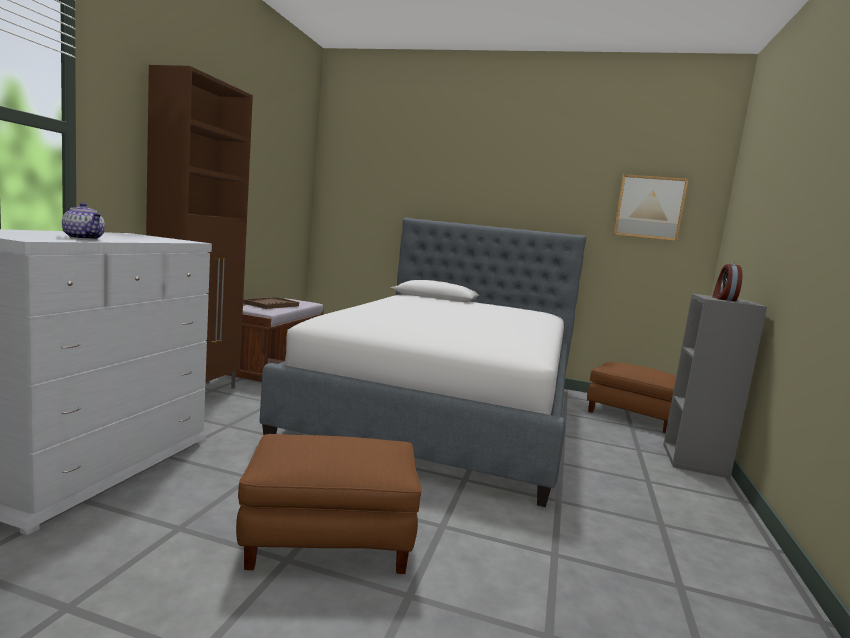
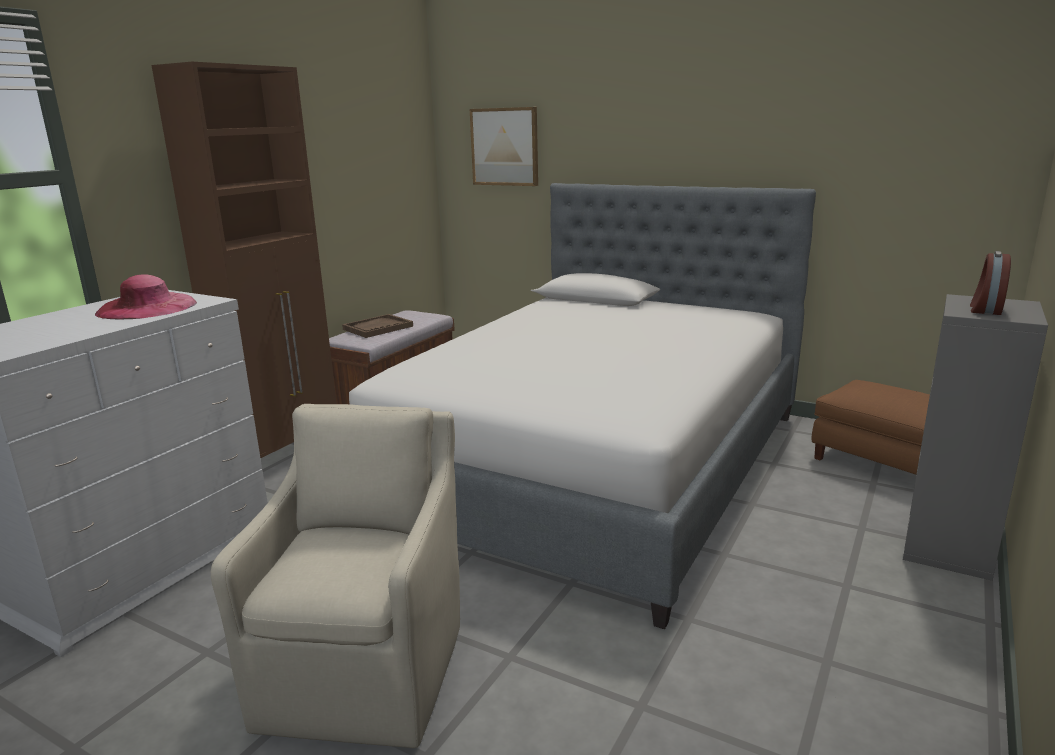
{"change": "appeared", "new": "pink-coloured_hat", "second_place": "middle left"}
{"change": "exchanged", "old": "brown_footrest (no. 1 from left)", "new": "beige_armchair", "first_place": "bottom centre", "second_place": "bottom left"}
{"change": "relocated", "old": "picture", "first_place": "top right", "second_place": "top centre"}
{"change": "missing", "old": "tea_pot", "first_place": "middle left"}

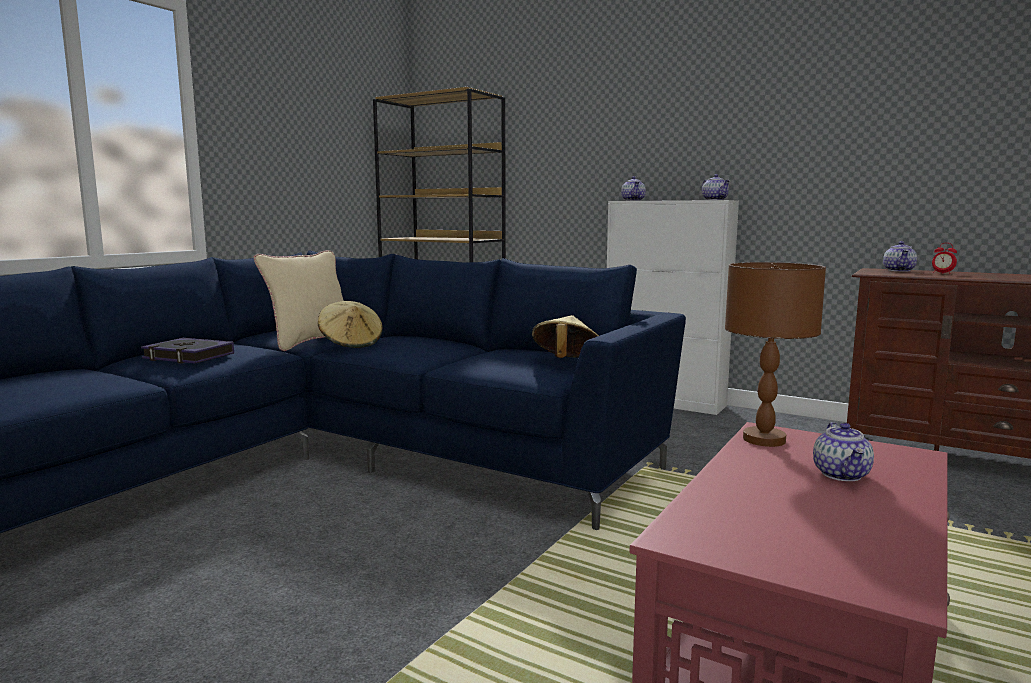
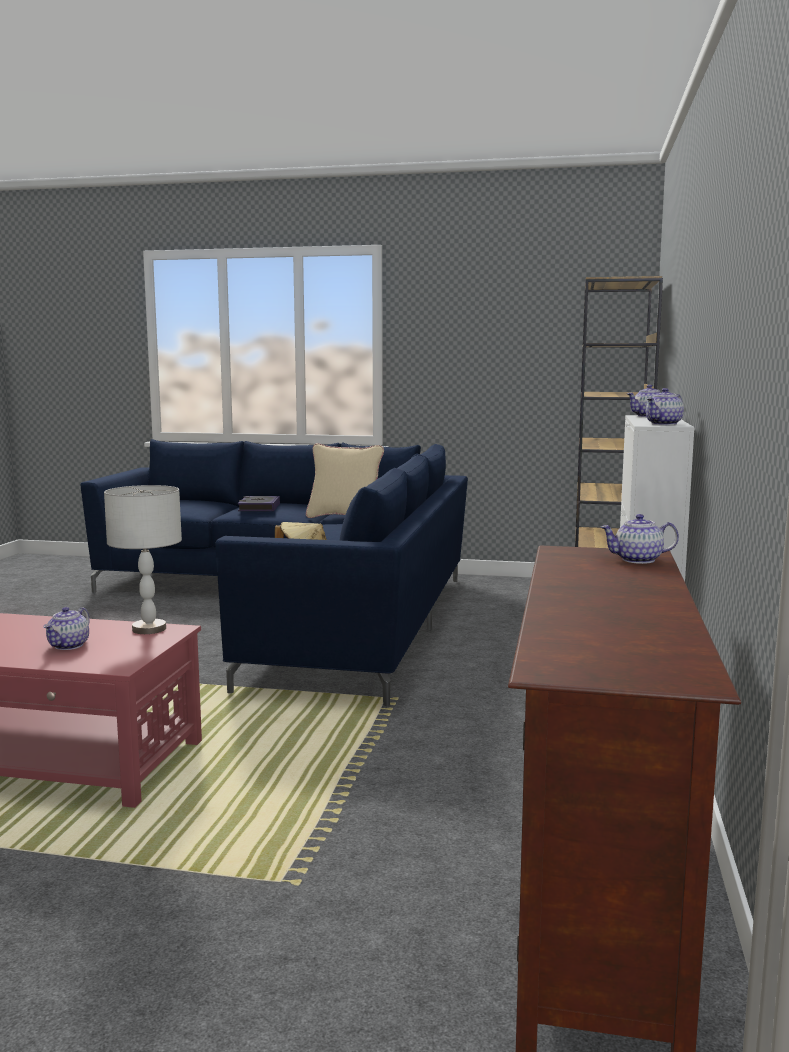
{"change": "spun", "old": "tea_pot (no. 3 from left in the first image)", "first_place": "middle right", "second_place": "middle left", "degrees": -60}
{"change": "colour", "old": "brown_lamp_for_a_table", "new": "grey_lamp_for_a_table", "first_place": "middle right", "second_place": "middle left"}
{"change": "missing", "old": "beige_hat (no. 1 from left)", "first_place": "centre"}
{"change": "missing", "old": "table_clock", "first_place": "middle right"}

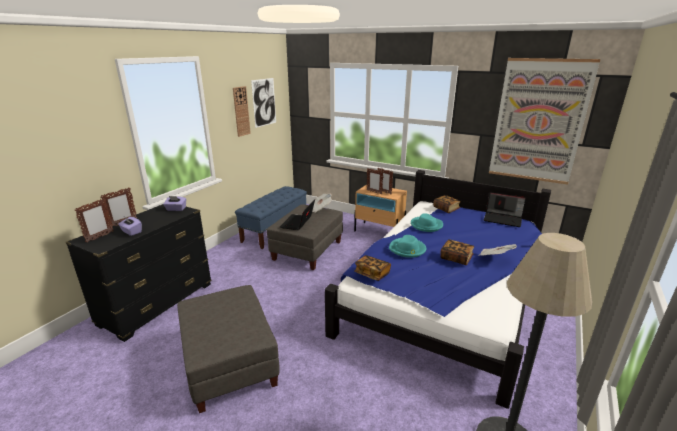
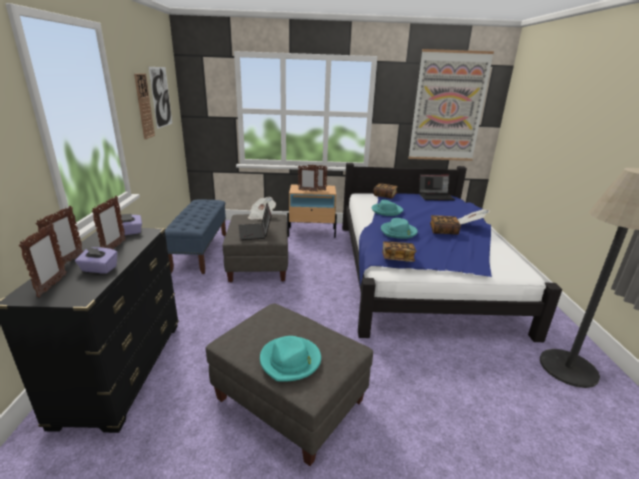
{"change": "appeared", "new": "picture_frame (no. 3 from left)", "second_place": "middle left"}
{"change": "appeared", "new": "turquoise_hat (no. 1 from left)", "second_place": "bottom centre"}

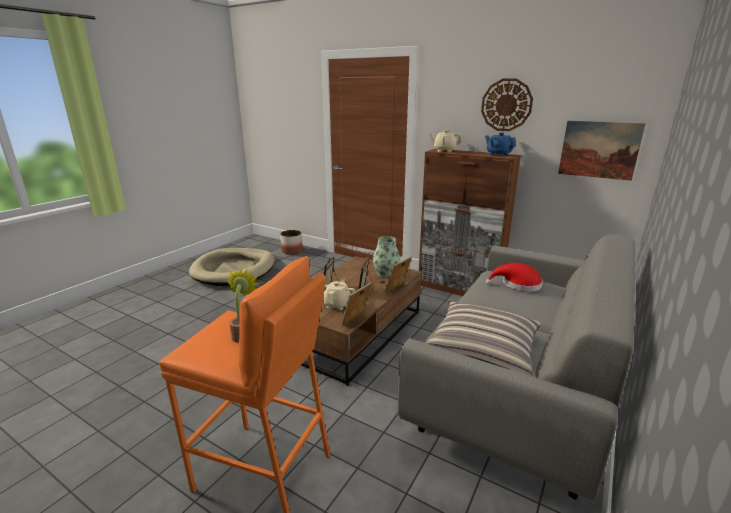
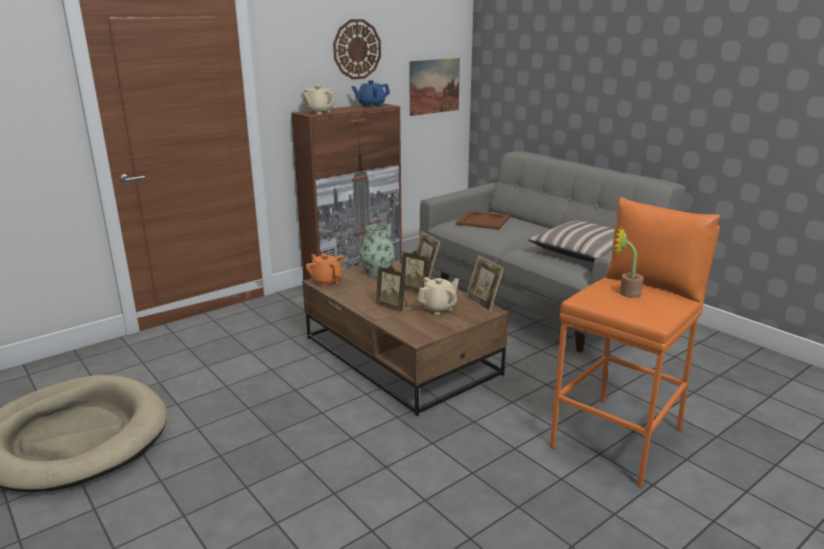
{"change": "appeared", "new": "orange-coloured_tea_pot", "second_place": "centre"}
{"change": "spun", "old": "beige_tea_pot (no. 1 from left in the first image)", "first_place": "centre", "second_place": "centre", "degrees": 105}
{"change": "exchanged", "old": "reddish_hat", "new": "brown_carrying_tray", "first_place": "middle right", "second_place": "centre"}
{"change": "missing", "old": "plant_pot", "first_place": "centre"}

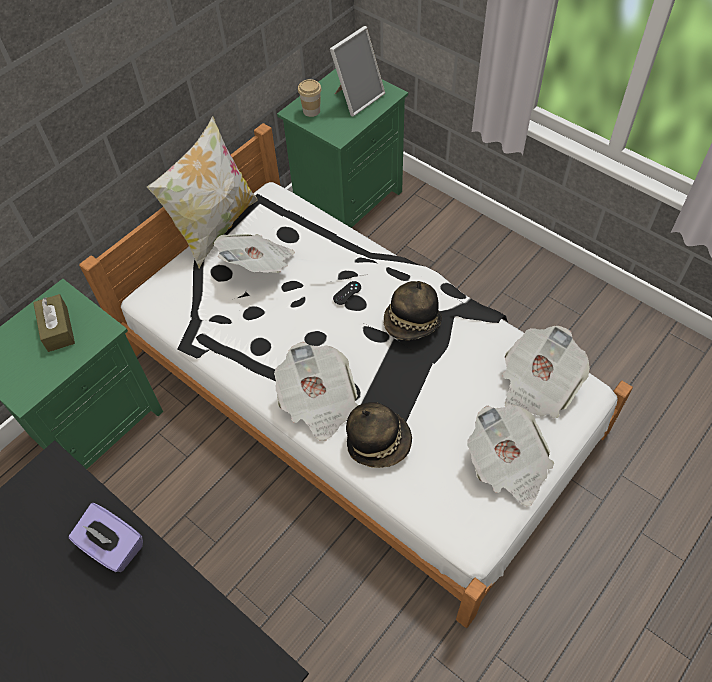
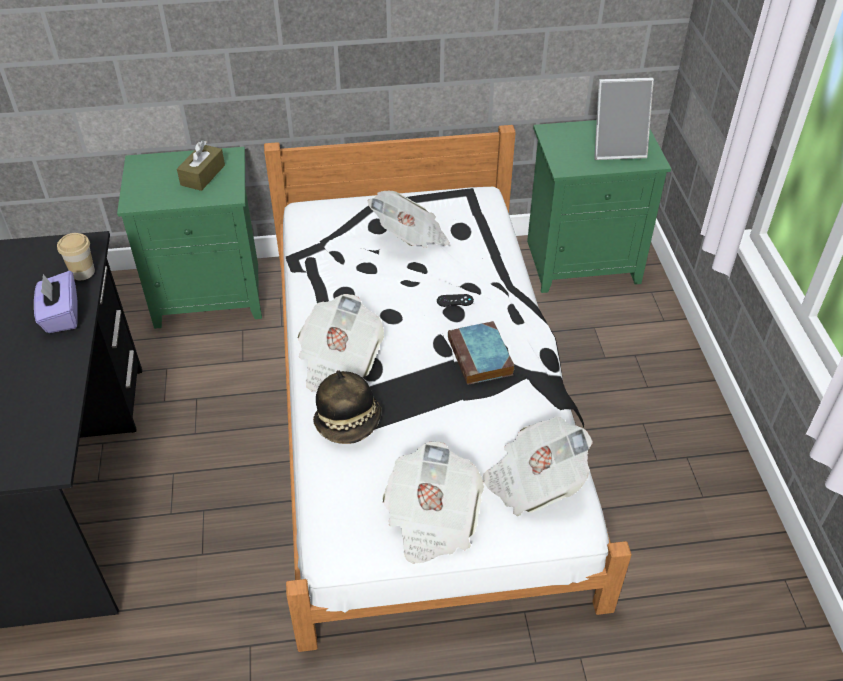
{"change": "relocated", "old": "drinking_cup", "first_place": "top centre", "second_place": "middle left"}
{"change": "exchanged", "old": "hat (no. 2 from left)", "new": "bound_book", "first_place": "centre", "second_place": "centre"}
{"change": "missing", "old": "pillow", "first_place": "top left"}

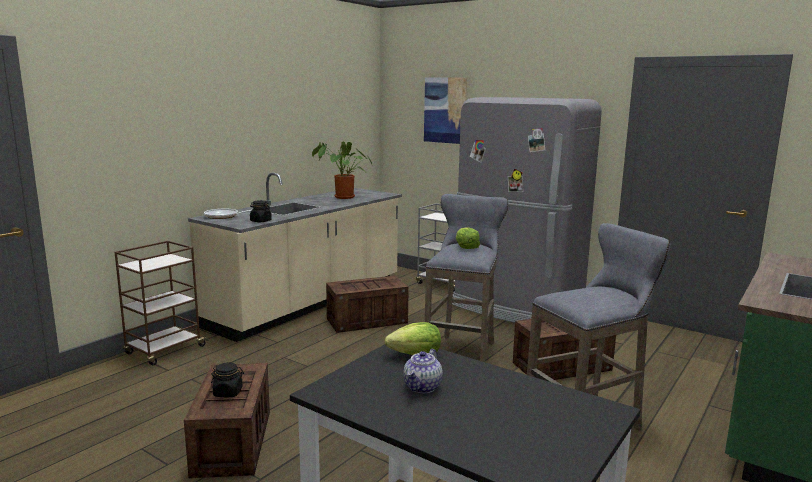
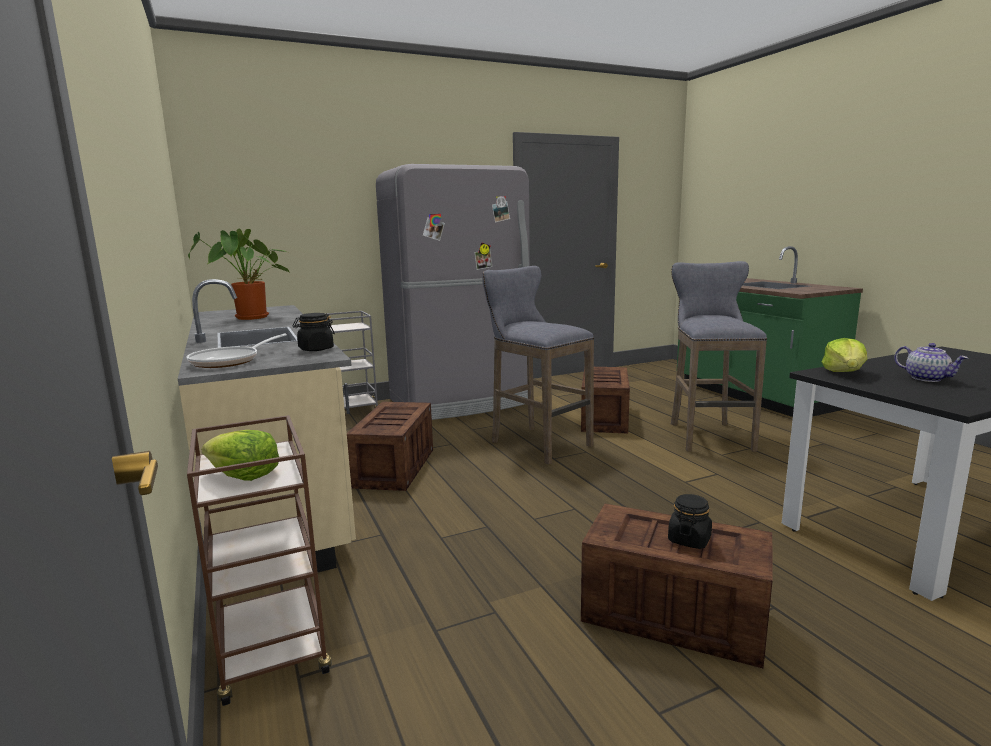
{"change": "relocated", "old": "head_of_lettuce (no. 2 from left in the first image)", "new": "head_of_lettuce (no. 1 from left)", "first_place": "centre", "second_place": "middle left"}
{"change": "missing", "old": "picture", "first_place": "top centre"}

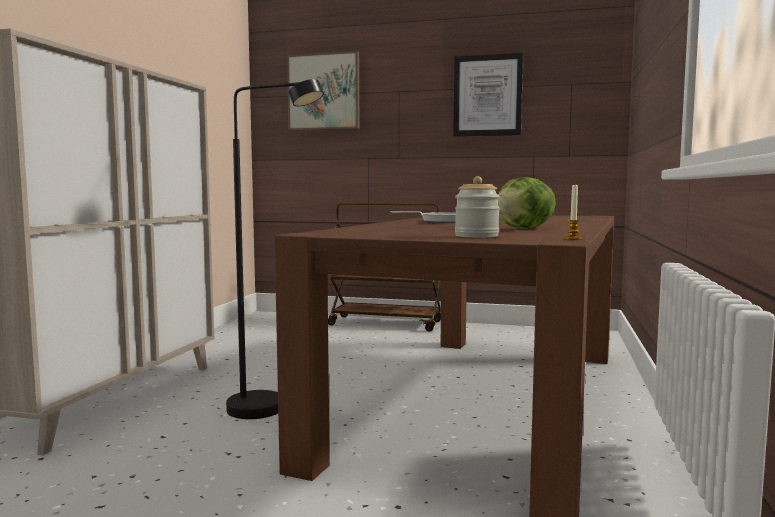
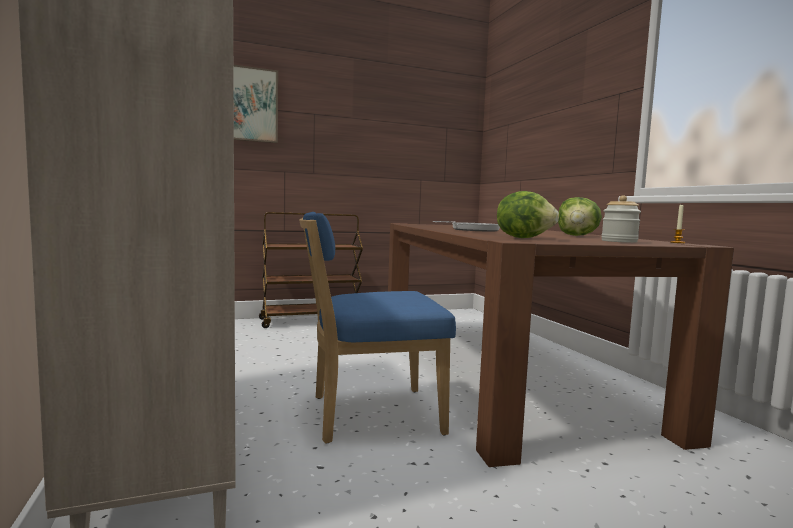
{"change": "exchanged", "old": "blackish_floor_lamp", "new": "blue-coloured_chair", "first_place": "centre", "second_place": "centre"}
{"change": "appeared", "new": "head_of_lettuce (no. 1 from left)", "second_place": "centre"}
{"change": "missing", "old": "picture (no. 2 from left)", "first_place": "top centre"}

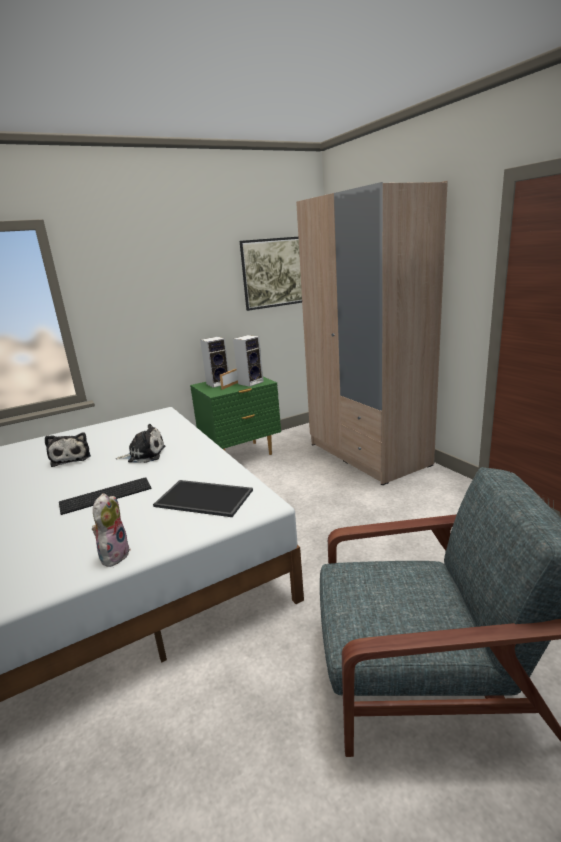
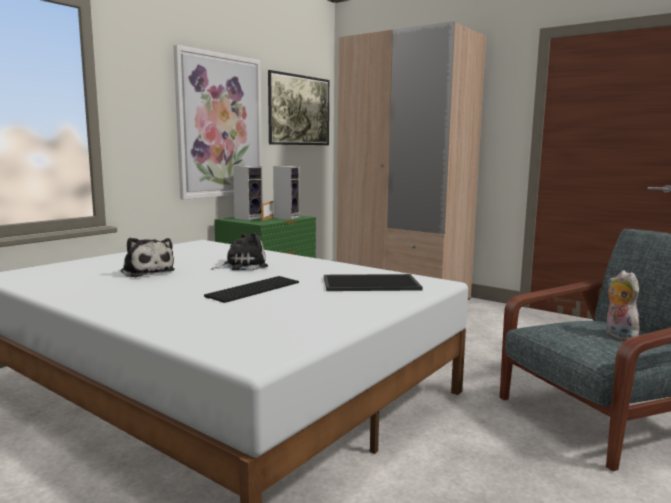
{"change": "appeared", "new": "picture (no. 1 from left)", "second_place": "top left"}
{"change": "relocated", "old": "plush_toy (no. 2 from left in the first image)", "new": "plush_toy (no. 3 from left)", "first_place": "middle left", "second_place": "middle right"}

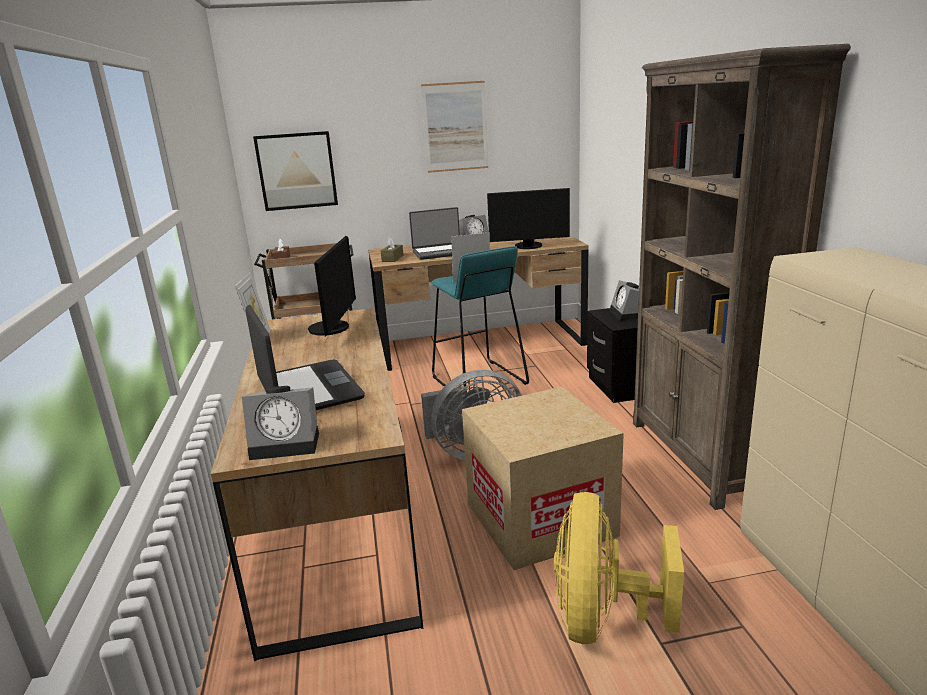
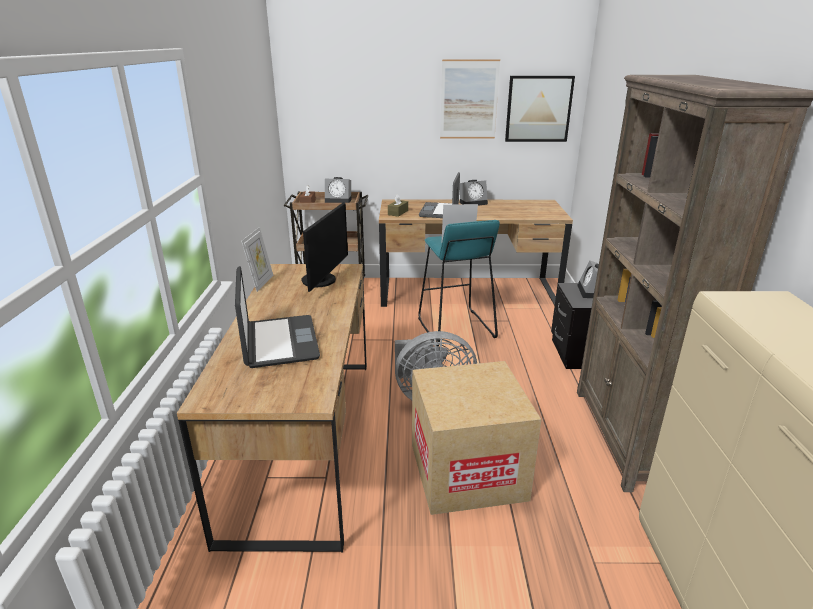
{"change": "relocated", "old": "table_clock (no. 1 from left)", "first_place": "middle left", "second_place": "top centre"}
{"change": "spun", "old": "laptop (no. 2 from left)", "first_place": "centre", "second_place": "top centre", "degrees": 105}
{"change": "relocated", "old": "picture (no. 1 from left in the first image)", "new": "picture (no. 2 from left)", "first_place": "top left", "second_place": "top centre"}
{"change": "missing", "old": "computer_screen (no. 2 from left)", "first_place": "top centre"}
{"change": "missing", "old": "yellow_fan", "first_place": "bottom right"}

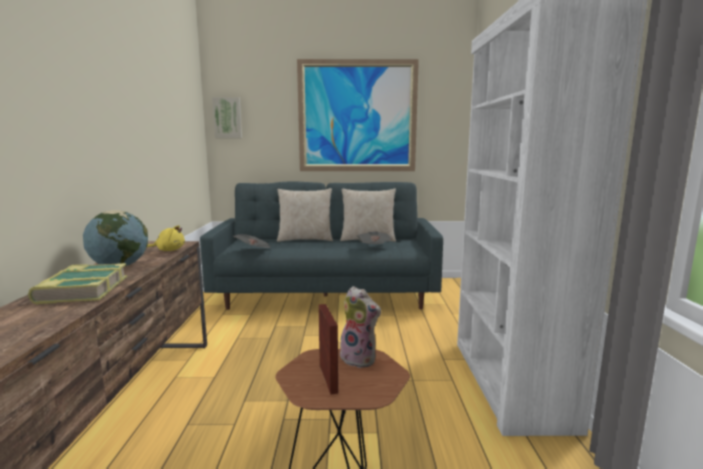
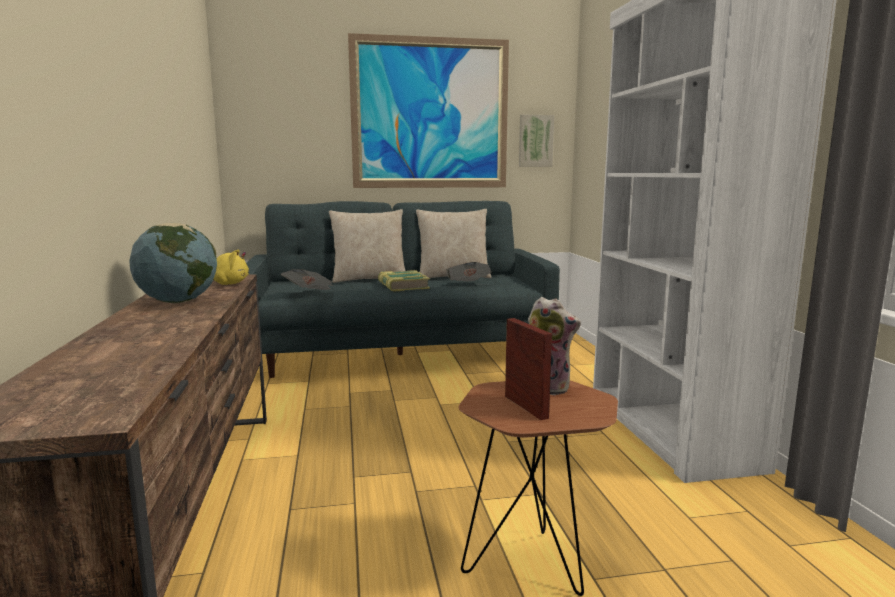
{"change": "relocated", "old": "bound_book", "first_place": "middle left", "second_place": "centre"}
{"change": "relocated", "old": "picture (no. 1 from left in the first image)", "new": "picture (no. 2 from left)", "first_place": "top left", "second_place": "top centre"}

